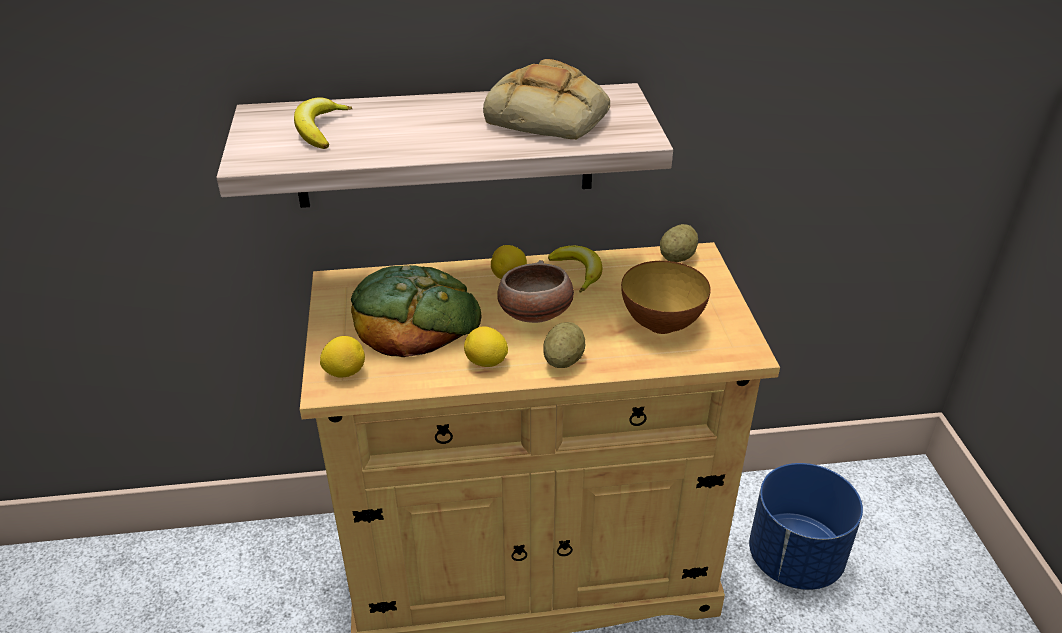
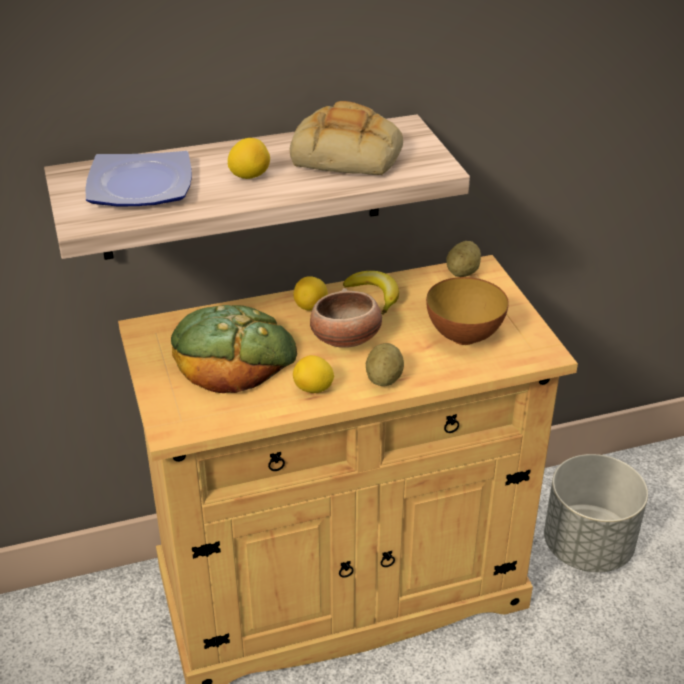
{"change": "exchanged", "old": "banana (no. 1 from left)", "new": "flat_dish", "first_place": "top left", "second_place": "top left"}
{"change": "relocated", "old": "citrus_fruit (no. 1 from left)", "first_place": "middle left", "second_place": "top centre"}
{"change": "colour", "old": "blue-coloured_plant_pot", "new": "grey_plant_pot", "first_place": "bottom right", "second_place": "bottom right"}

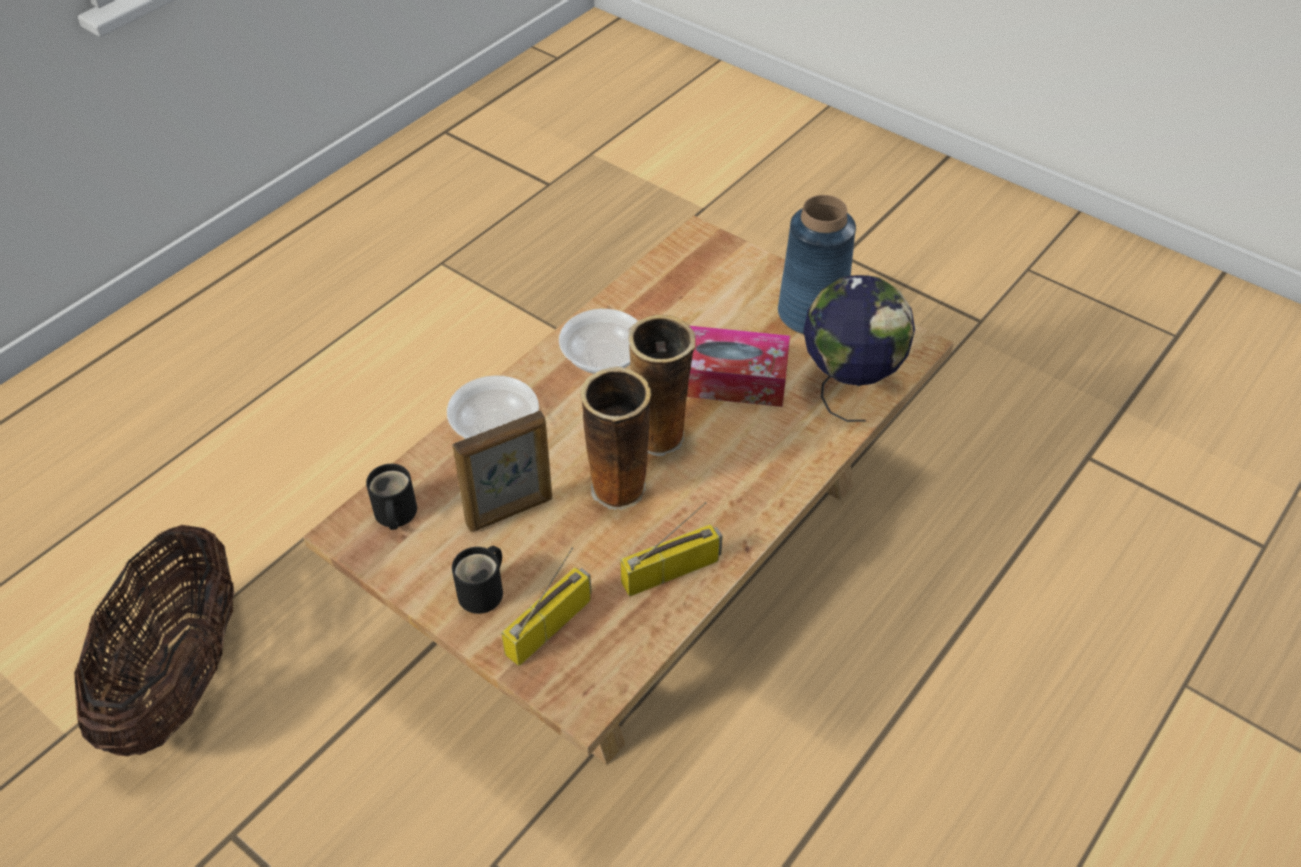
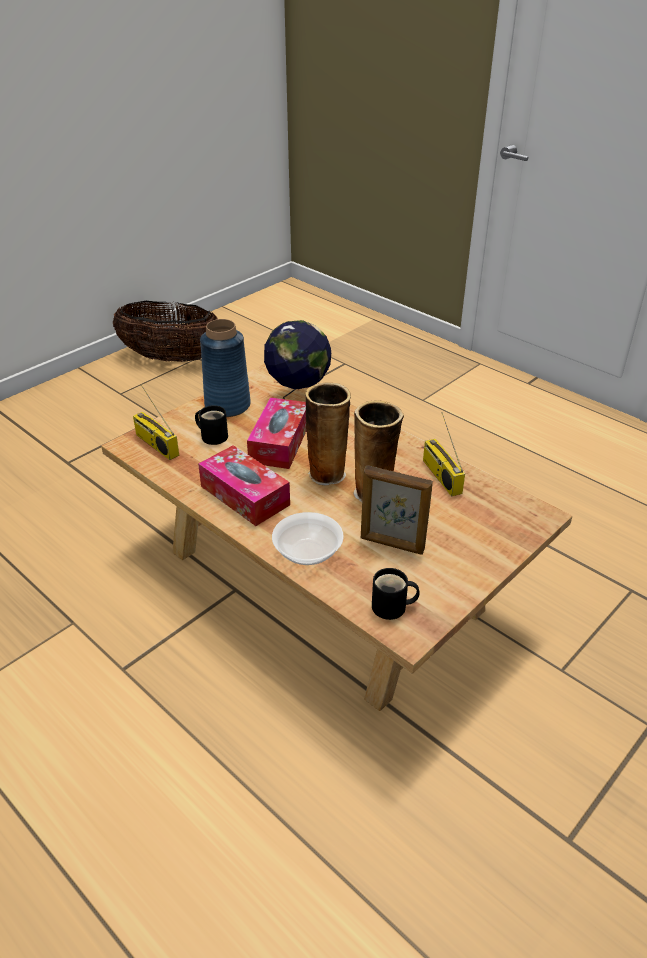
{"change": "relocated", "old": "storage_basket", "first_place": "bottom left", "second_place": "middle left"}
{"change": "relocated", "old": "radio (no. 1 from left)", "first_place": "bottom centre", "second_place": "middle left"}
{"change": "relocated", "old": "blackish_mug (no. 2 from left in the first image)", "new": "blackish_mug (no. 1 from left)", "first_place": "bottom centre", "second_place": "middle left"}
{"change": "exchanged", "old": "serving_bowl (no. 2 from left)", "new": "tissue_holder (no. 1 from left)", "first_place": "centre", "second_place": "centre"}
{"change": "spun", "old": "picture_frame", "first_place": "centre", "second_place": "centre", "degrees": 135}

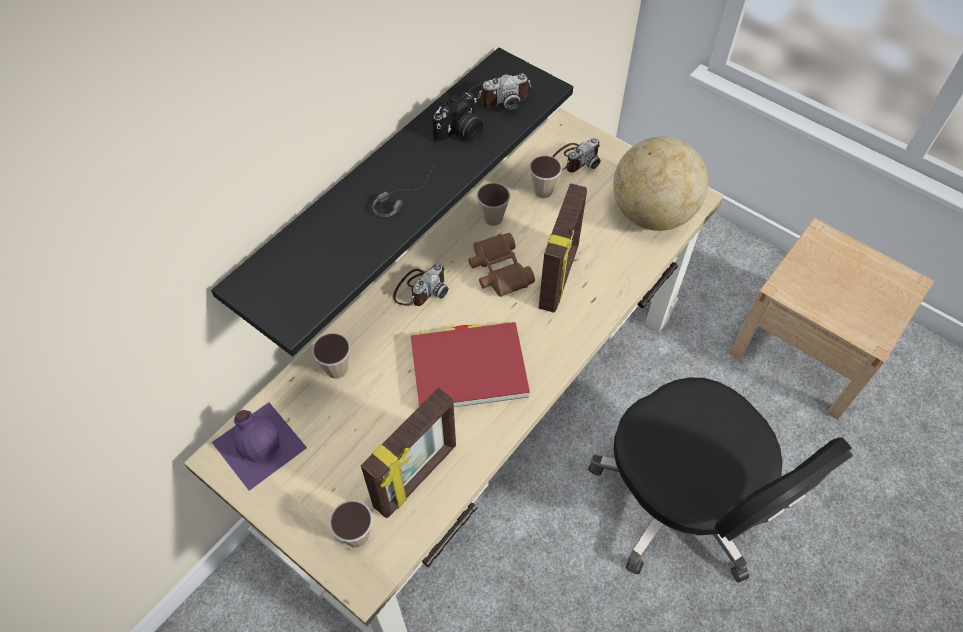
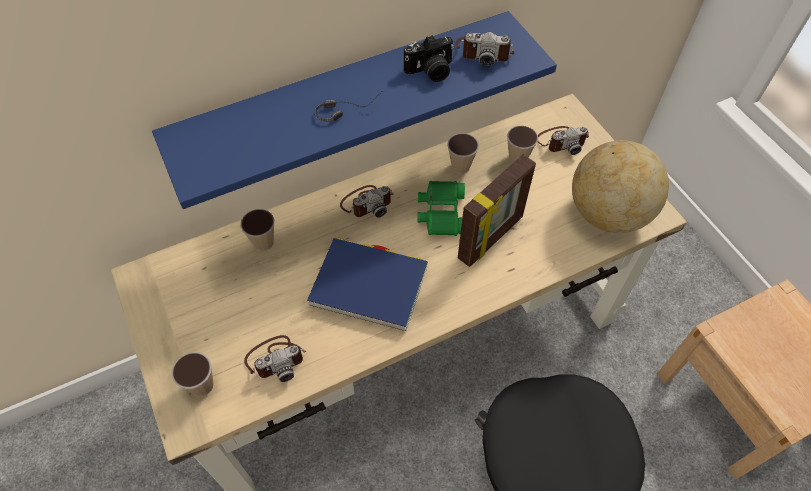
{"change": "colour", "old": "blackish_bracket_shelf", "new": "blue-coloured_bracket_shelf", "first_place": "top centre", "second_place": "top centre"}
{"change": "exchanged", "old": "picture_frame (no. 1 from left)", "new": "still_camera (no. 1 from left)", "first_place": "bottom centre", "second_place": "bottom centre"}
{"change": "colour", "old": "reddish_bound_book", "new": "blue-coloured_bound_book", "first_place": "centre", "second_place": "centre"}
{"change": "colour", "old": "brown_pair_of_binoculars", "new": "green-coloured_pair_of_binoculars", "first_place": "centre", "second_place": "centre"}
{"change": "missing", "old": "purplish_bottle", "first_place": "bottom left"}

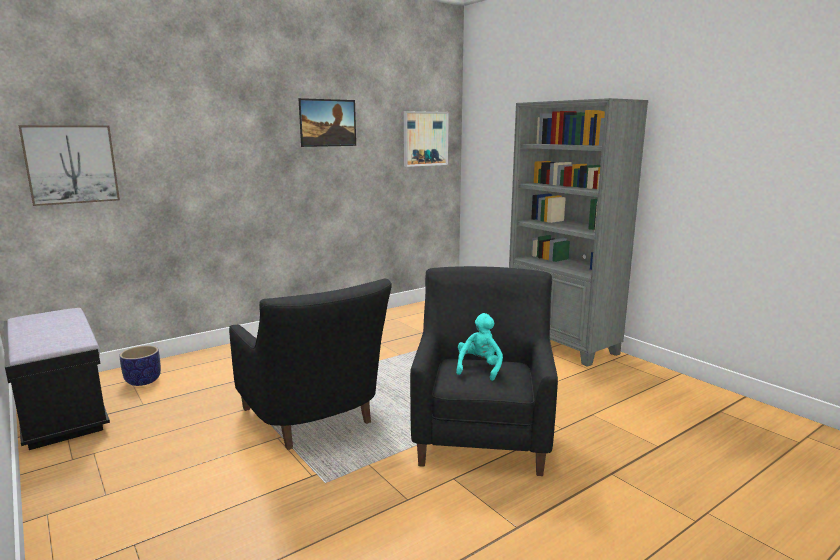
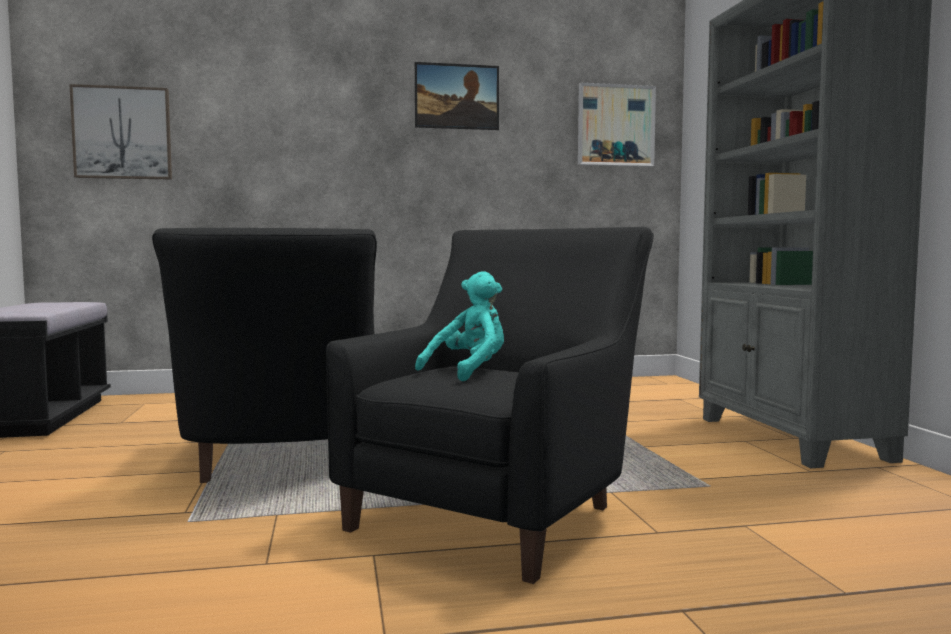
{"change": "missing", "old": "plant_pot", "first_place": "middle left"}

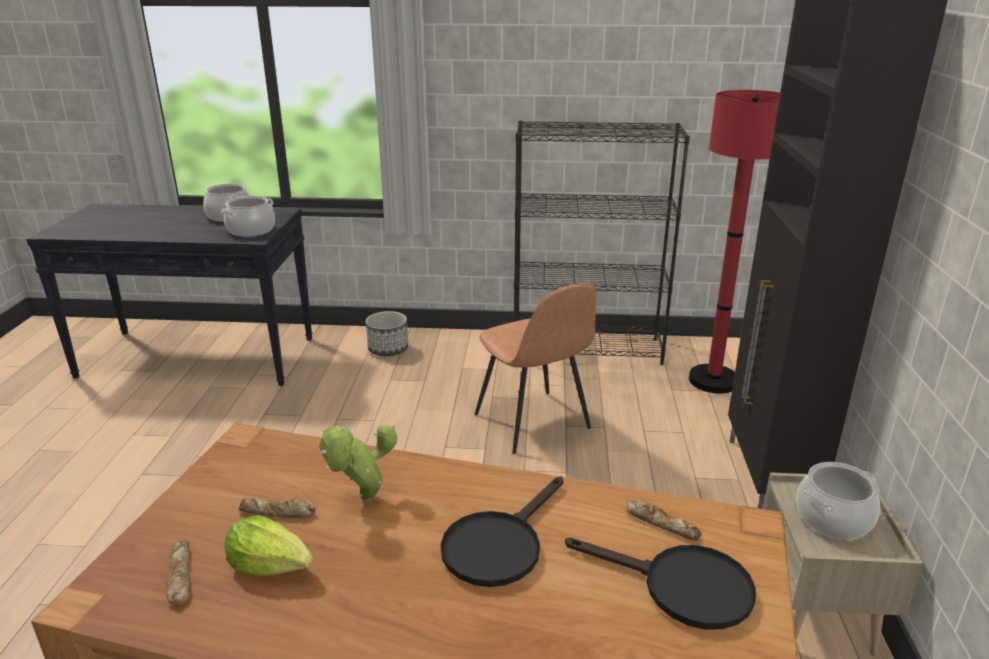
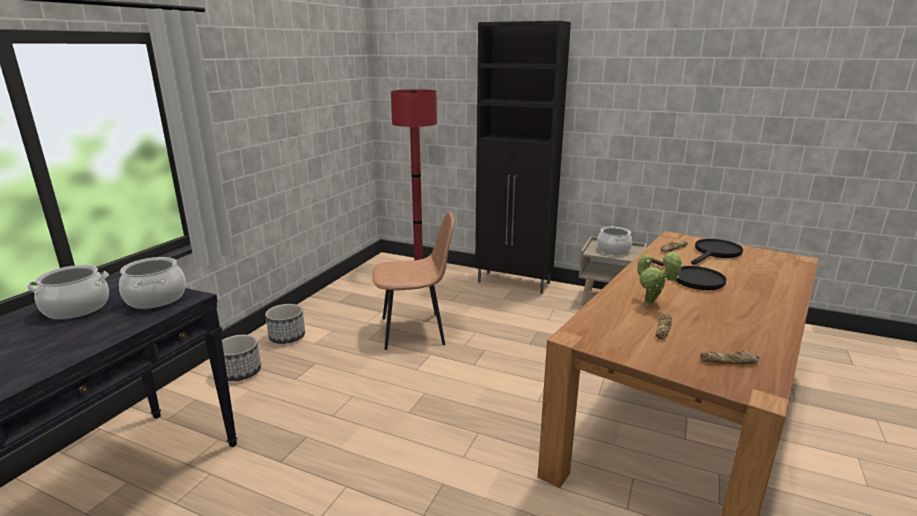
{"change": "appeared", "new": "plant_pot (no. 2 from left)", "second_place": "middle left"}
{"change": "missing", "old": "head_of_lettuce", "first_place": "bottom left"}
{"change": "missing", "old": "blackish_bookshelf", "first_place": "centre"}

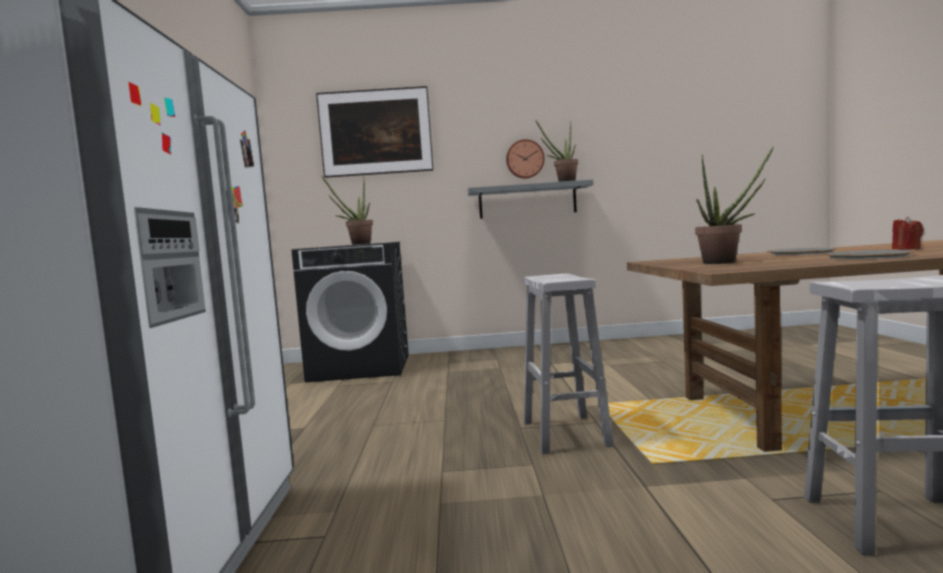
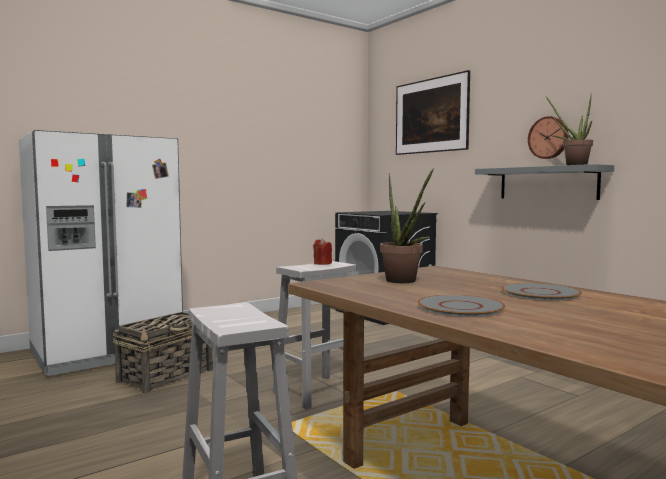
{"change": "appeared", "new": "storage_basket", "second_place": "bottom left"}
{"change": "relocated", "old": "reddish_candle", "first_place": "middle right", "second_place": "centre"}
{"change": "missing", "old": "potted_plant (no. 1 from left)", "first_place": "centre"}

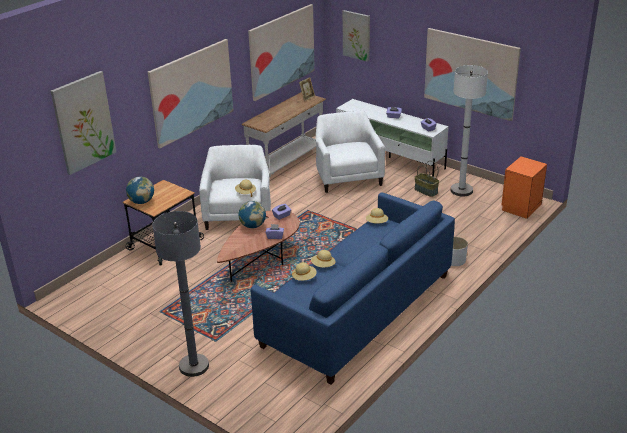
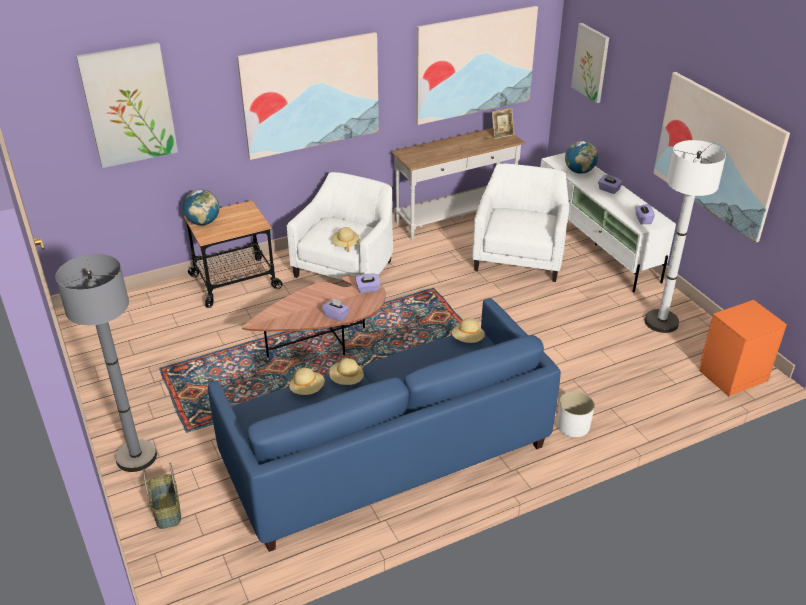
{"change": "relocated", "old": "storage_basket", "first_place": "middle right", "second_place": "bottom left"}
{"change": "relocated", "old": "desk_globe (no. 2 from left)", "first_place": "centre", "second_place": "top right"}

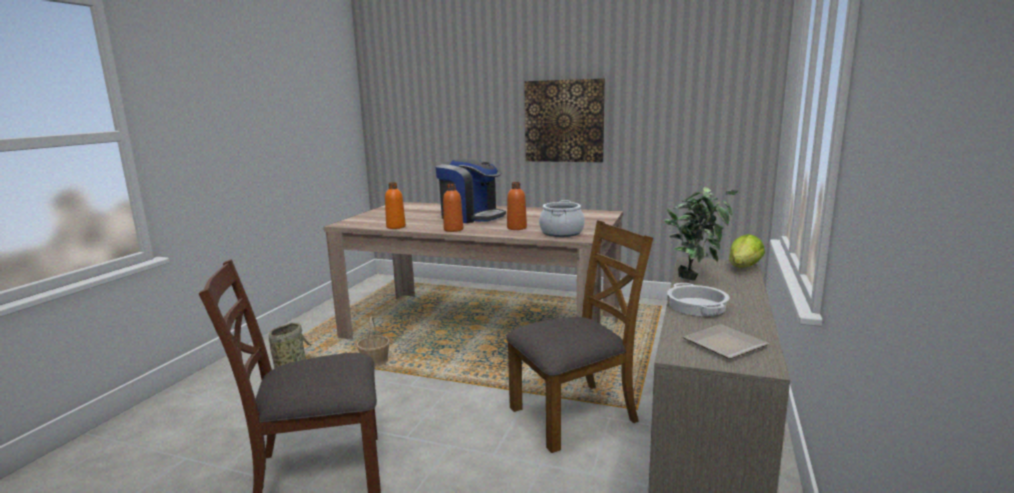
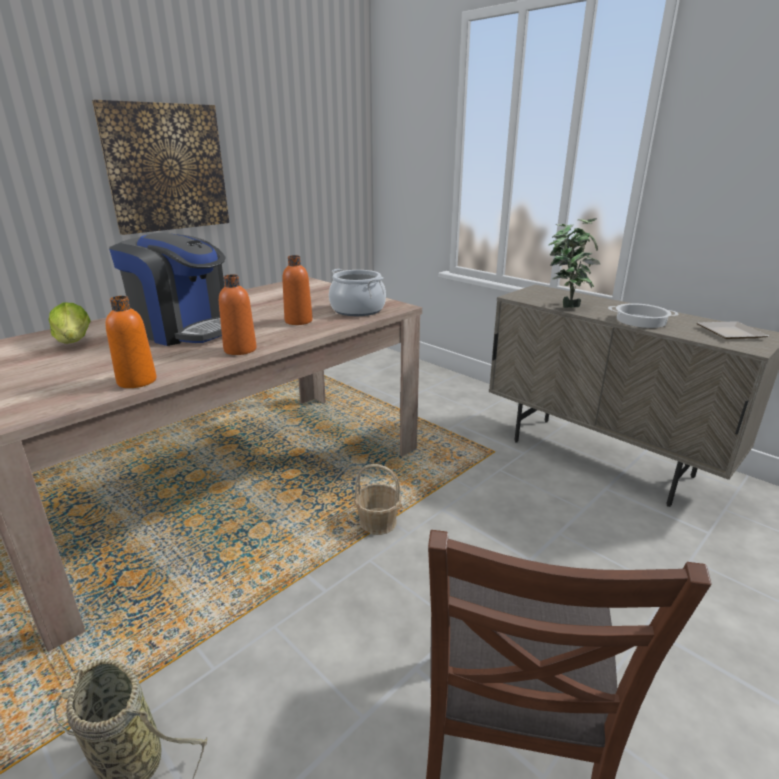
{"change": "relocated", "old": "head_of_lettuce", "first_place": "middle right", "second_place": "middle left"}
{"change": "spun", "old": "coffee_machine", "first_place": "centre", "second_place": "middle left", "degrees": 60}
{"change": "relocated", "old": "storage_basket (no. 2 from left)", "first_place": "bottom centre", "second_place": "centre"}
{"change": "missing", "old": "brown_chair (no. 2 from left)", "first_place": "bottom centre"}

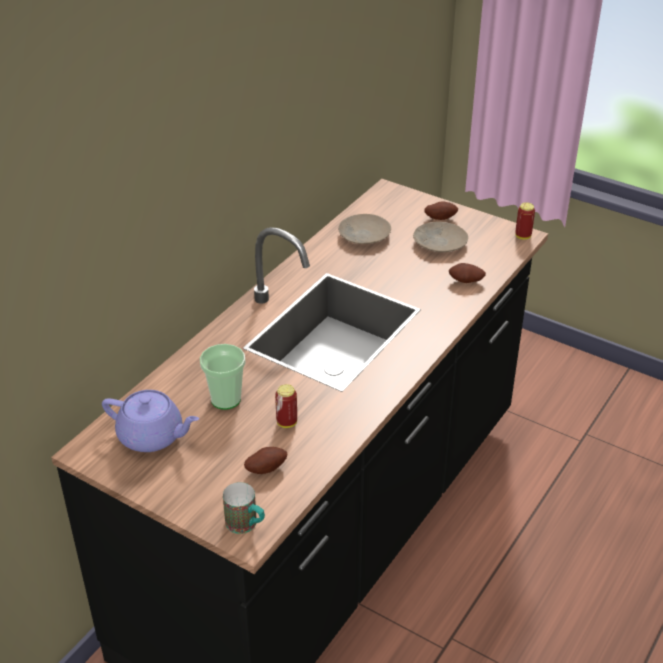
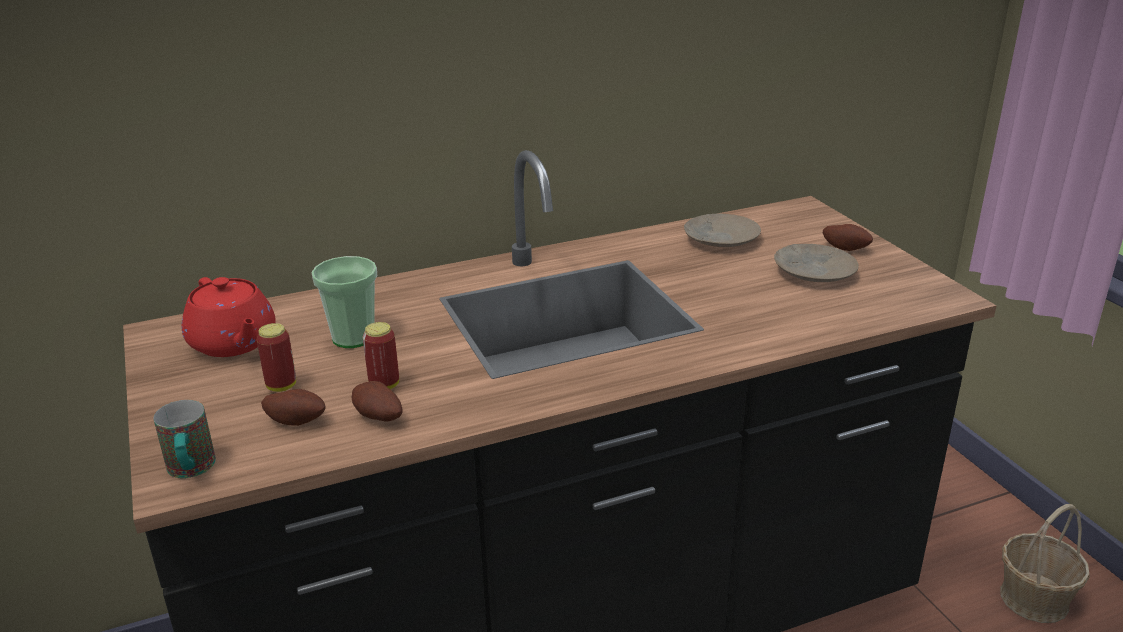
{"change": "colour", "old": "purplish_tea_pot", "new": "reddish_tea_pot", "first_place": "middle left", "second_place": "middle left"}
{"change": "relocated", "old": "metal_can (no. 2 from left in the first image)", "new": "metal_can (no. 1 from left)", "first_place": "middle right", "second_place": "middle left"}
{"change": "relocated", "old": "potato (no. 3 from left in the first image)", "new": "potato (no. 2 from left)", "first_place": "middle right", "second_place": "centre"}
{"change": "appeared", "new": "storage_basket", "second_place": "bottom right"}

